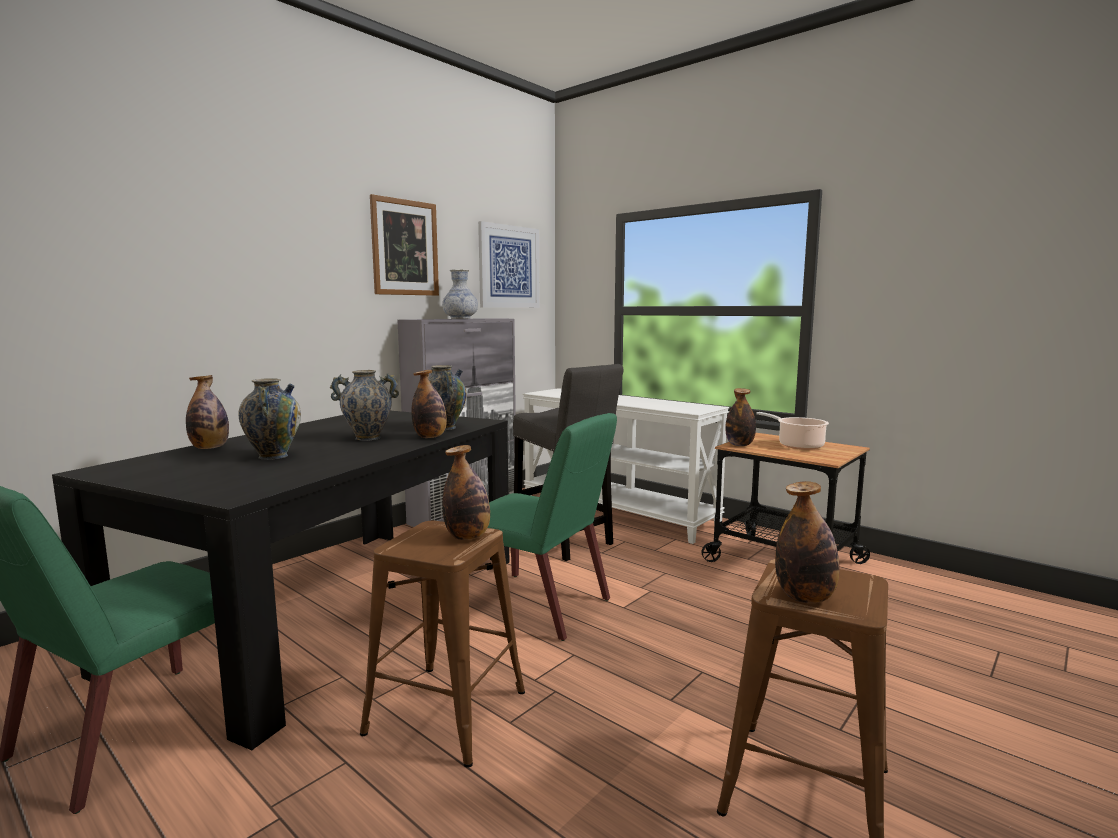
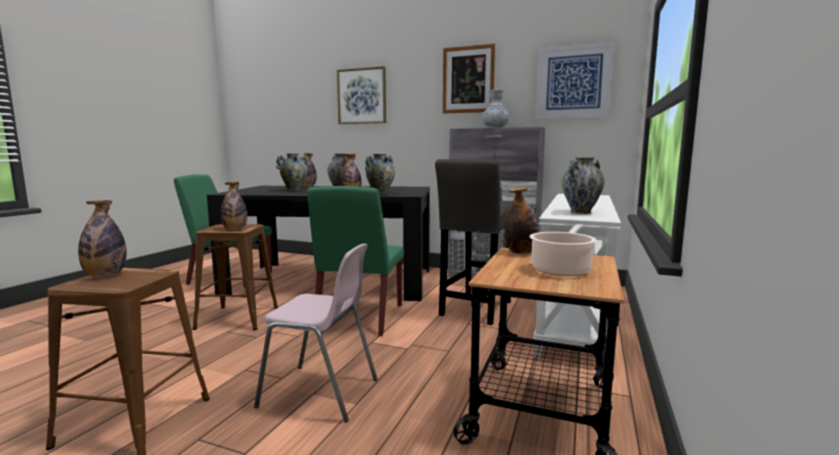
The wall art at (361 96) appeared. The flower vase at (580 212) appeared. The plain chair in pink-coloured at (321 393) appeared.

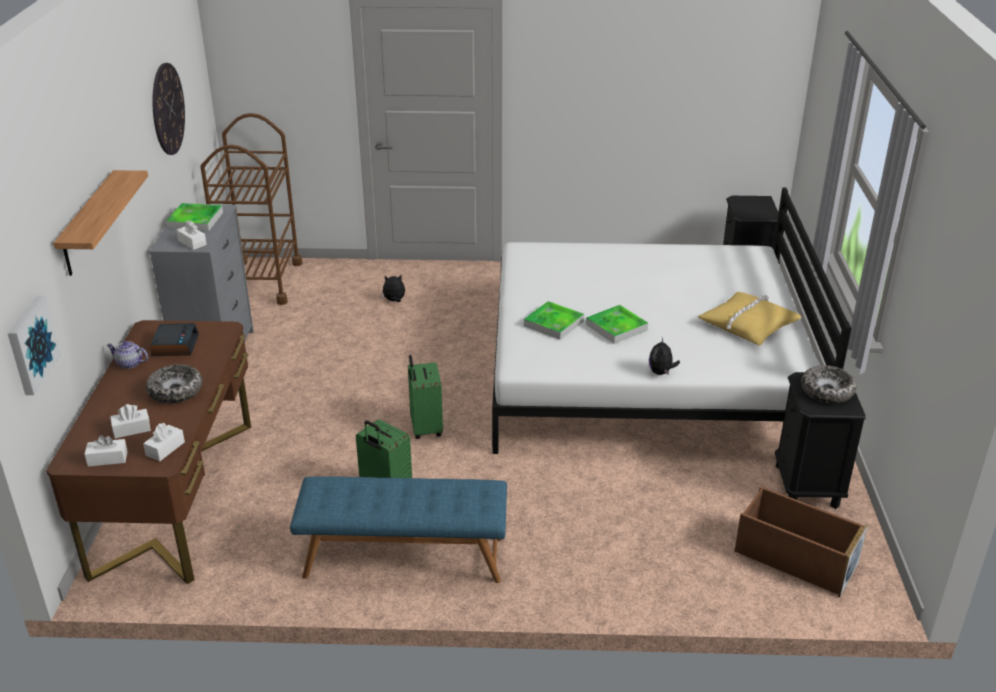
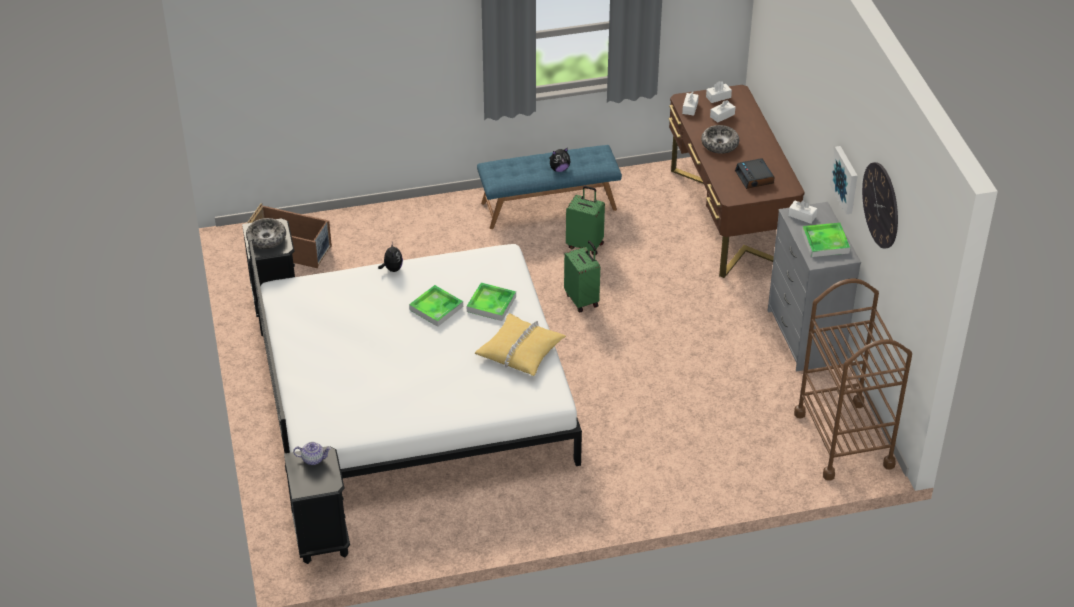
The wall shelf at (89 223) disappeared. The soft toy moved from (394 301) to (559 169). The cushion in yellow moved from (747 325) to (520 351). The wall art moved from (31 344) to (846 179). The tea pot moved from (129 364) to (313 459).

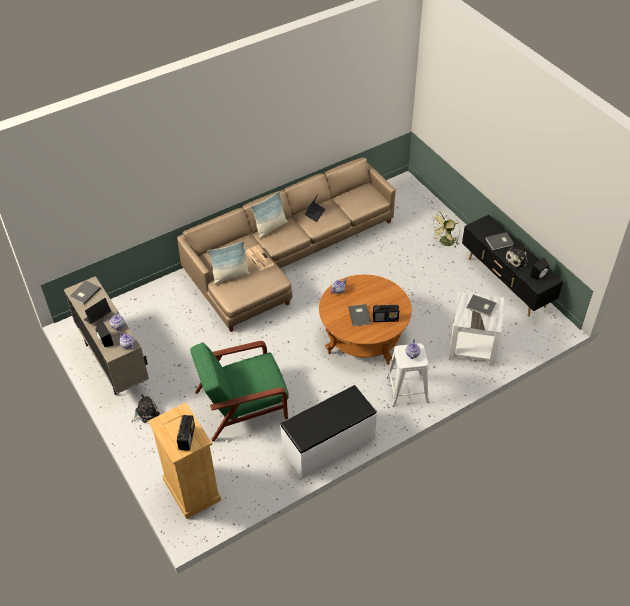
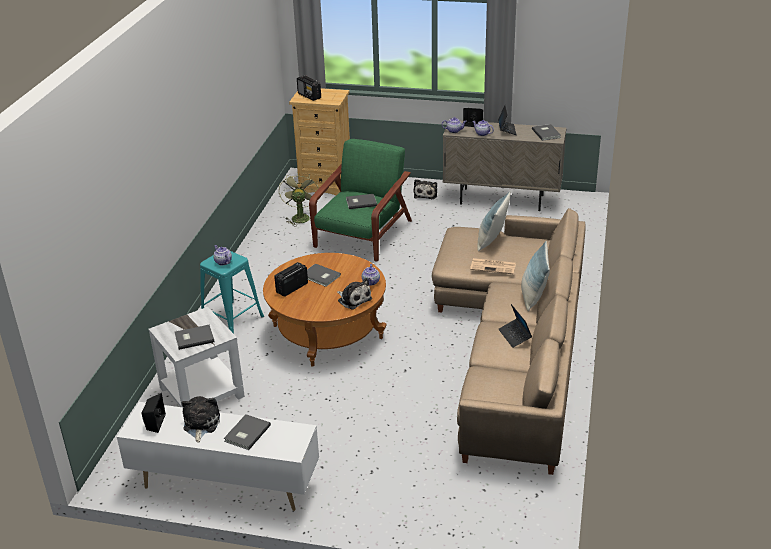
The electric fan in greenish moved from (445 243) to (300 217). The tv unit in blackish at (505 283) became the tv unit in white-coloured at (225 485). The stool in white-coloured at (407 390) became the stool in turquoise at (232 319). The indoor bench in white-coloured at (329 445) disappeared. The volume in grey at (360 202) appeared. The soft toy at (353 299) appeared.

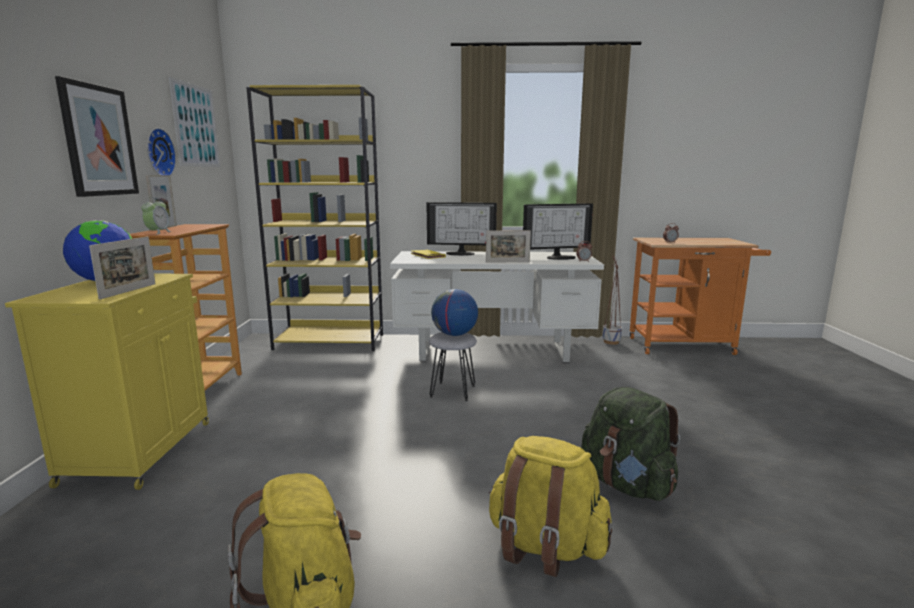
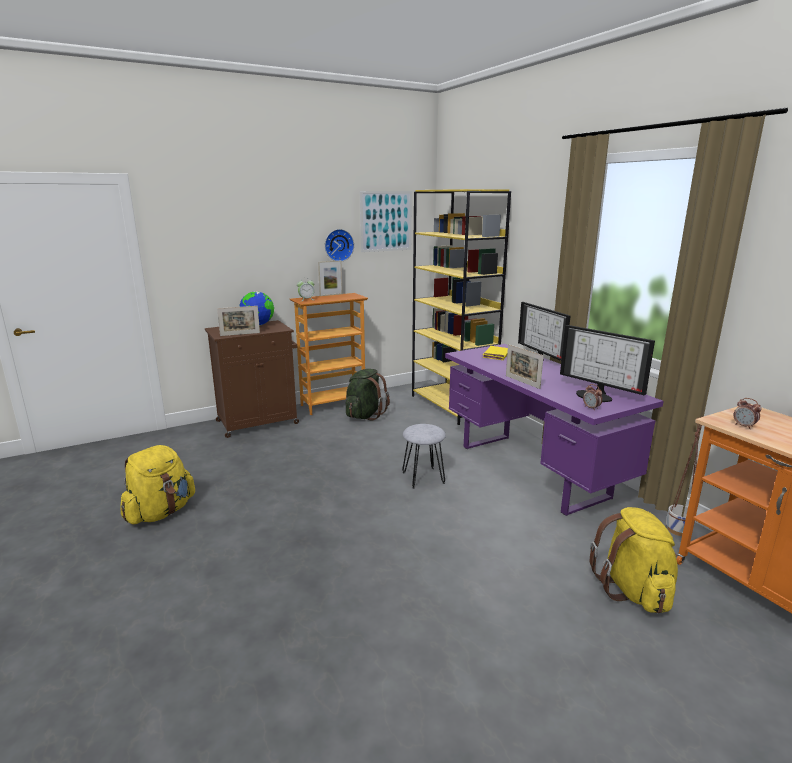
The wall art at (98 141) disappeared. The desk table in white-coloured at (493 352) became the desk table in purple-coloured at (532 470). The cabinet in yellow at (141 450) became the cabinet in brown-coloured at (259 422). The world globe at (454 334) disappeared. The knapsack in greenish moved from (627 484) to (365 415). The knapsack in yellow moved from (544 546) to (633 590).

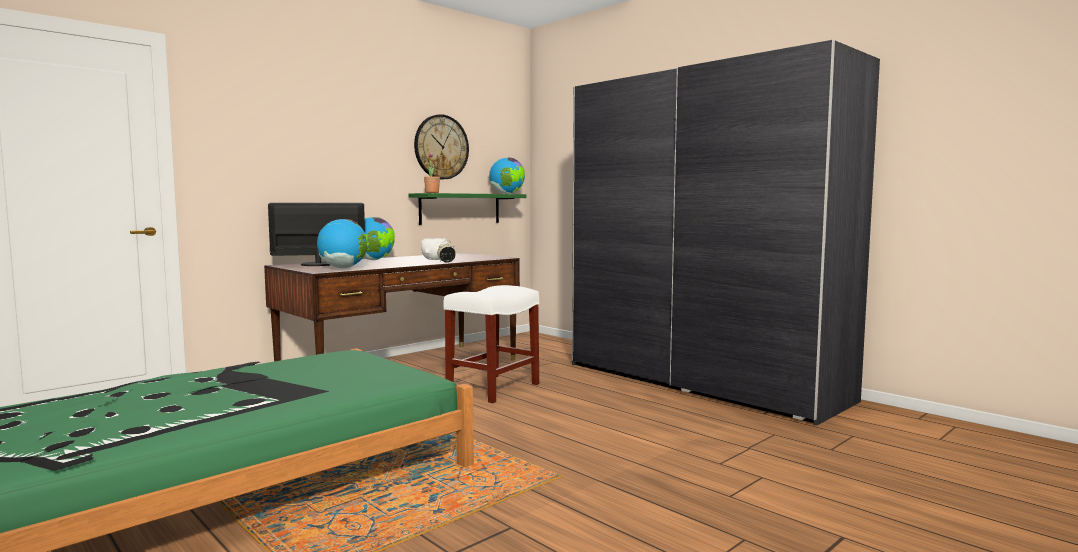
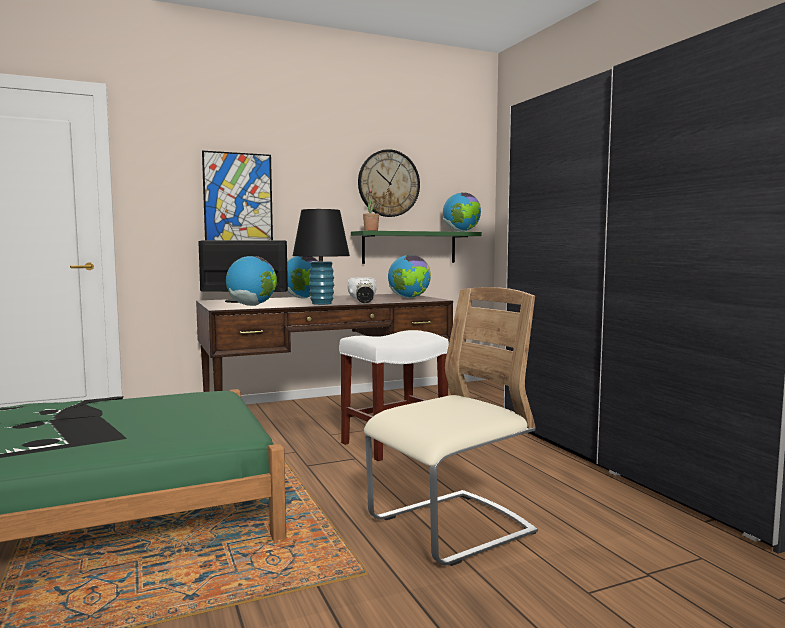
The wall art at (238 202) appeared. The lamp for a table in blackish at (321 303) appeared. The world globe at (409 298) appeared. The plain chair in beige at (451 528) appeared.

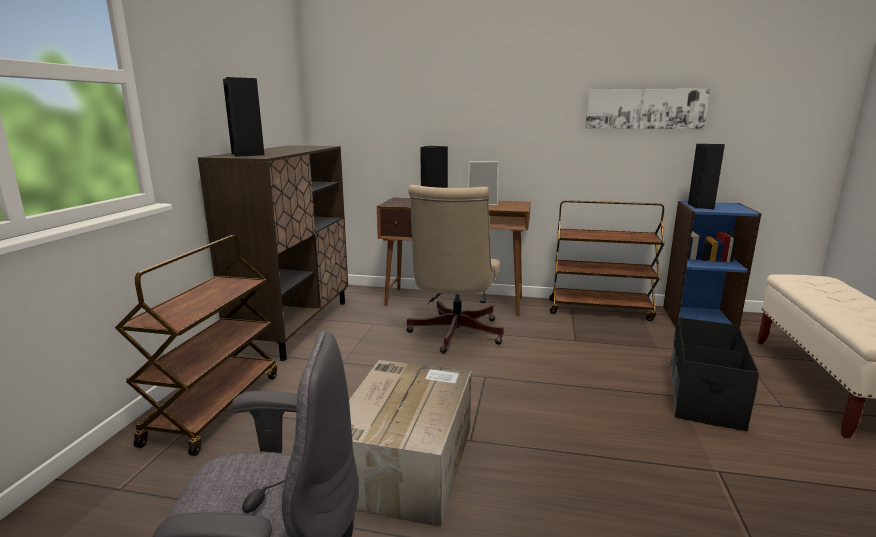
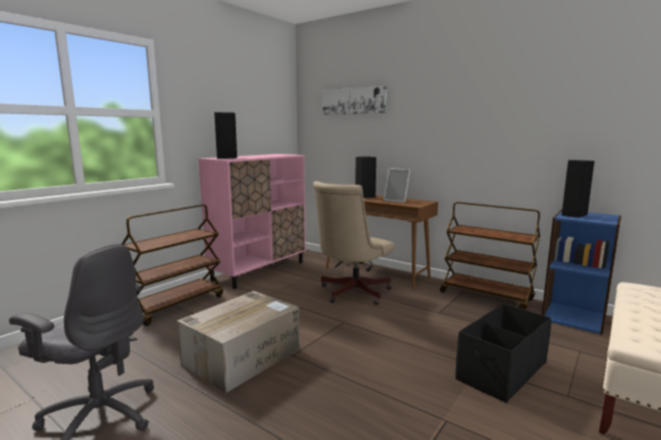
The wall art moved from (645 109) to (354 101). The cabinet in brown-coloured at (295 326) became the cabinet in pink-coloured at (259 271).

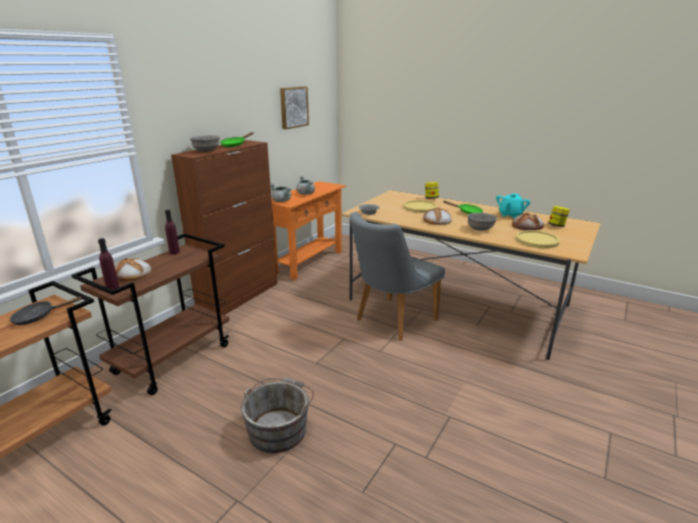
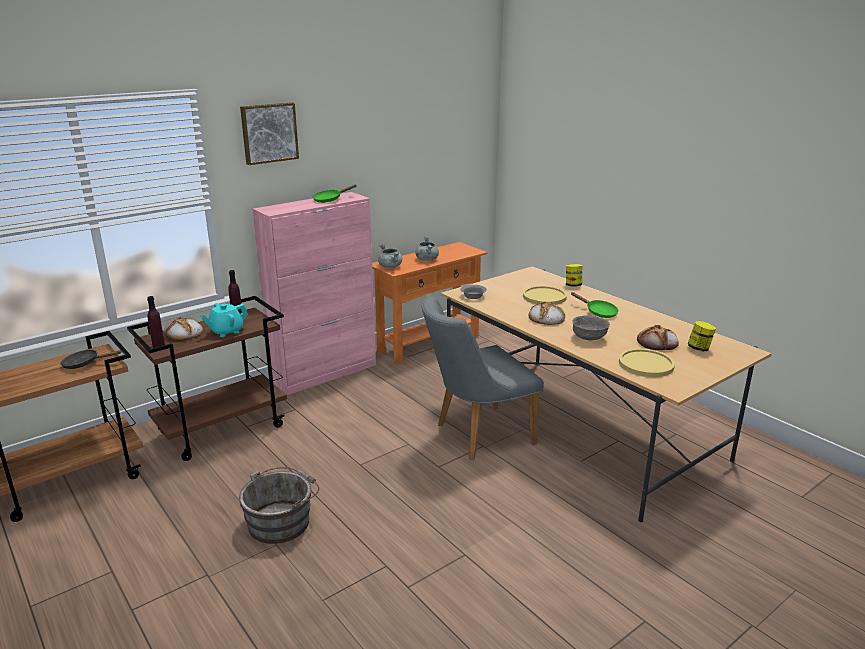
The wall art moved from (293 107) to (269 133). The serving bowl in grey at (206 151) disappeared. The cabinet in brown-coloured at (239 296) became the cabinet in pink-coloured at (325 373). The tea pot in turquoise moved from (510 215) to (226 331).

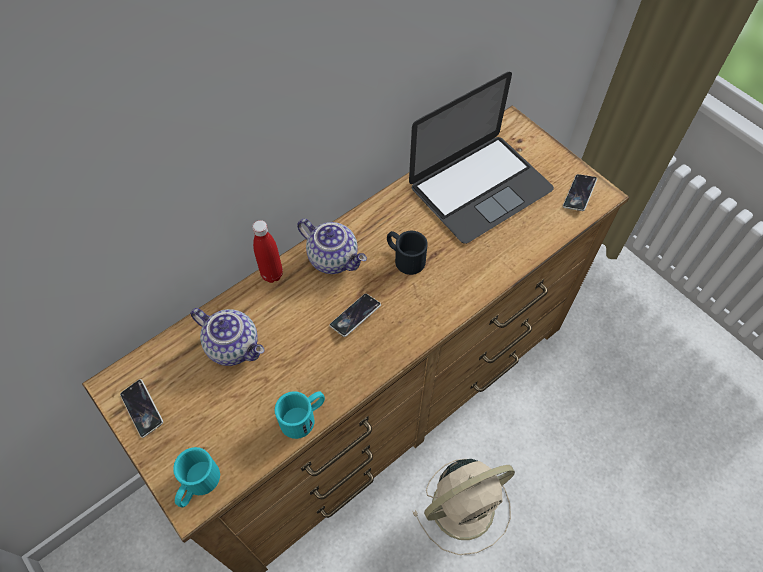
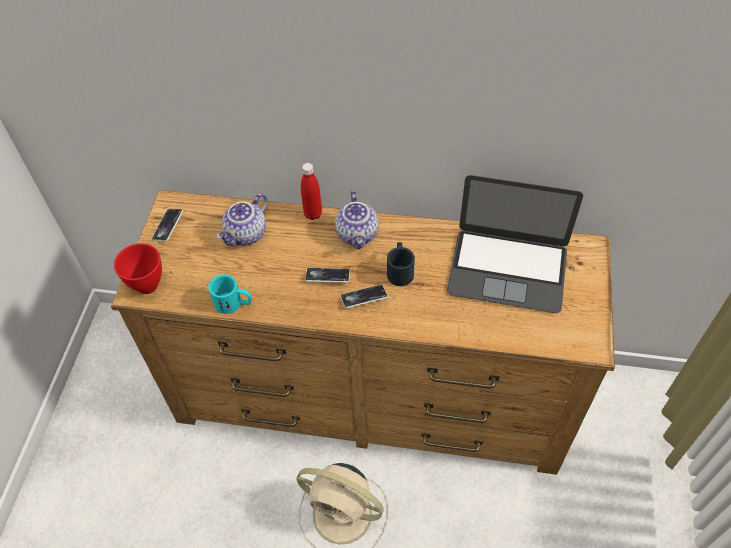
The telephone moved from (579 194) to (364 298). The tea pot at (234 346) turned 45 degrees clockwise. The mug in turquoise at (197 485) was replaced by the serving bowl in red at (147 286).

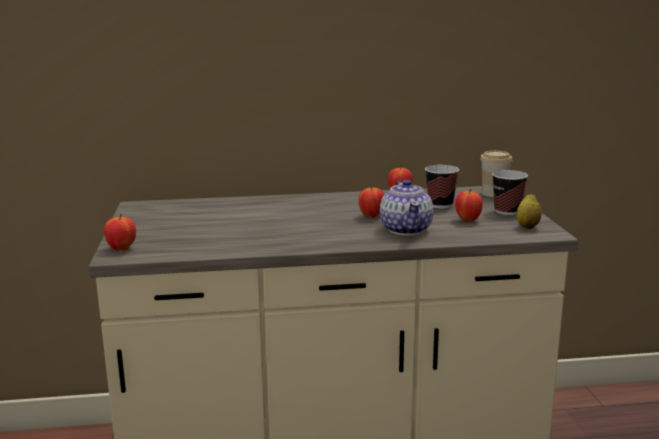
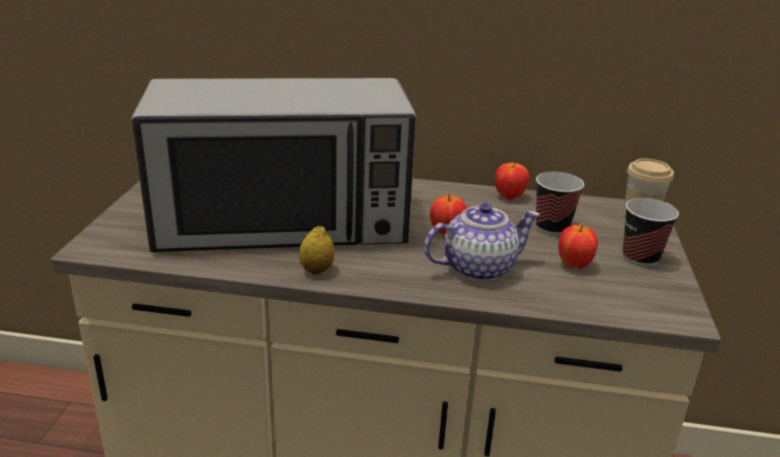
The tea pot at (406 229) turned 120 degrees counterclockwise. The whole lemon moved from (527 227) to (316 270). The apple fruit at (122 249) disappeared. The microwave at (283 223) appeared.

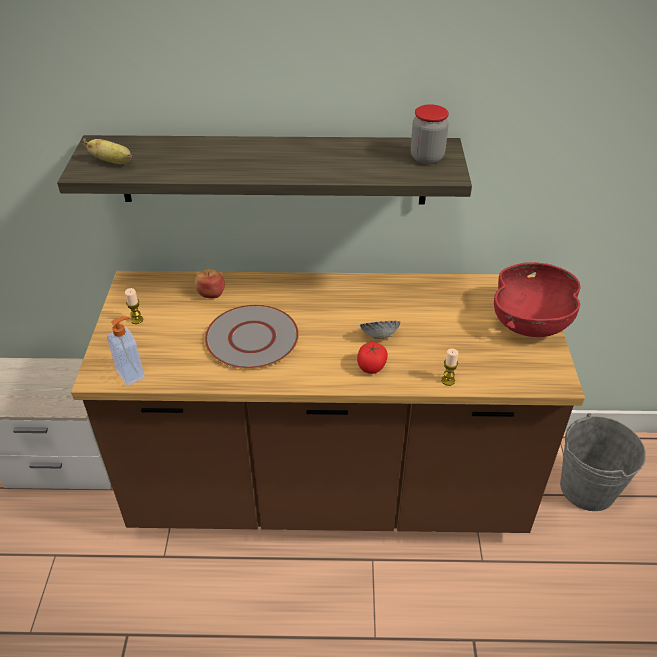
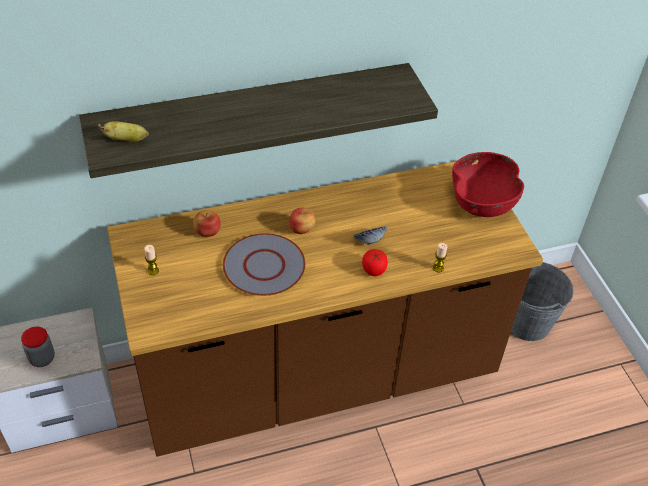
The preserve jar moved from (427 157) to (42 358). The soap dispenser at (131 373) disappeared. The apple fruit at (302 229) appeared.

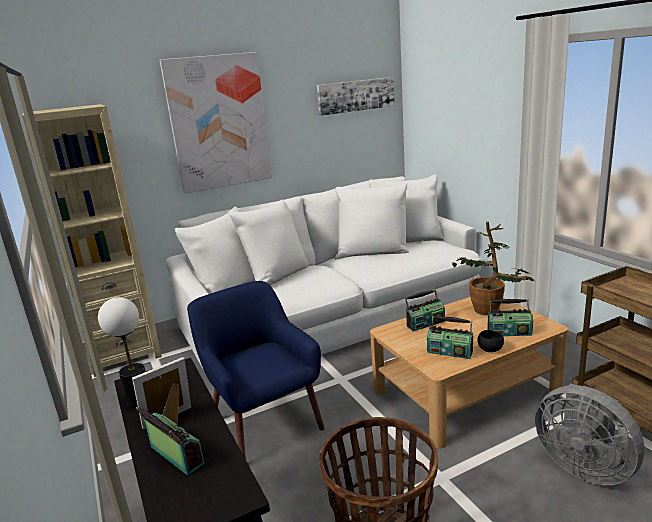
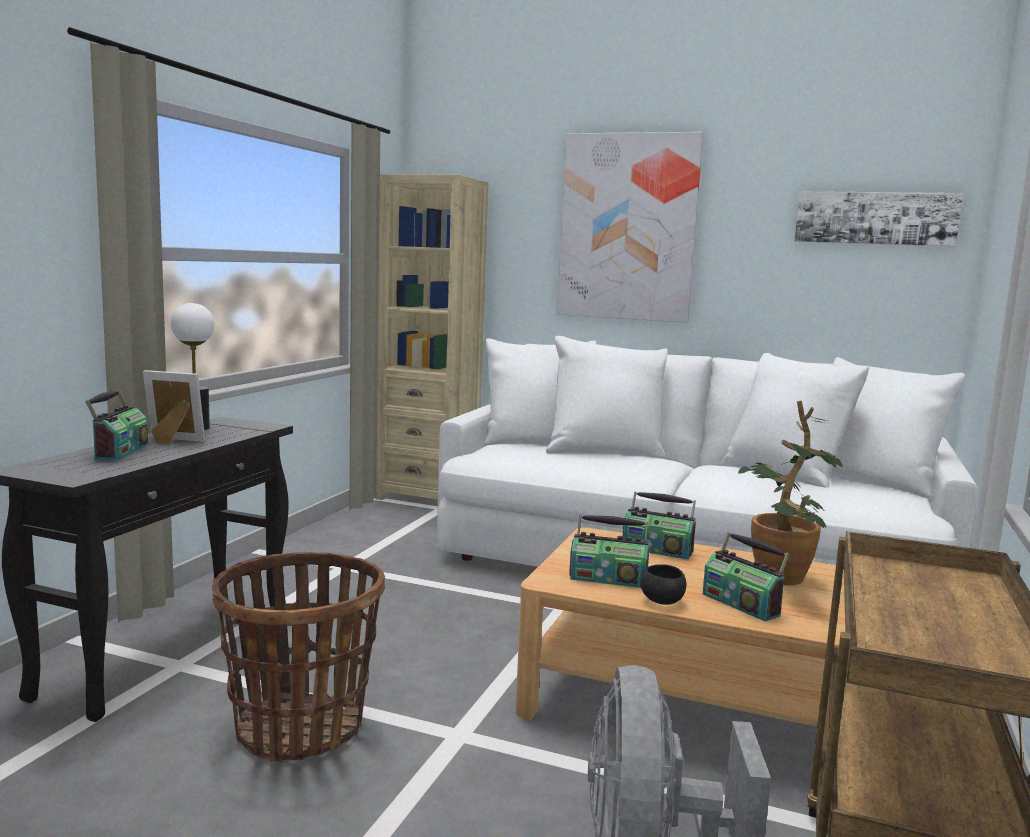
The lounge chair in blue at (263 424) disappeared. The radio set at (450 352) turned 60 degrees counterclockwise.

